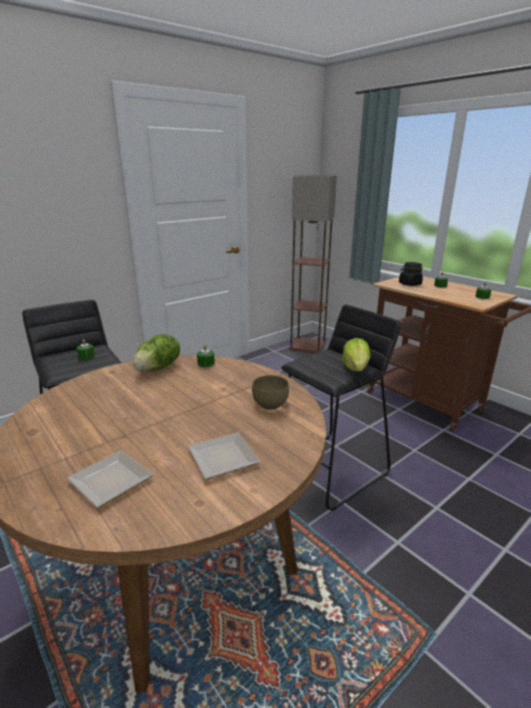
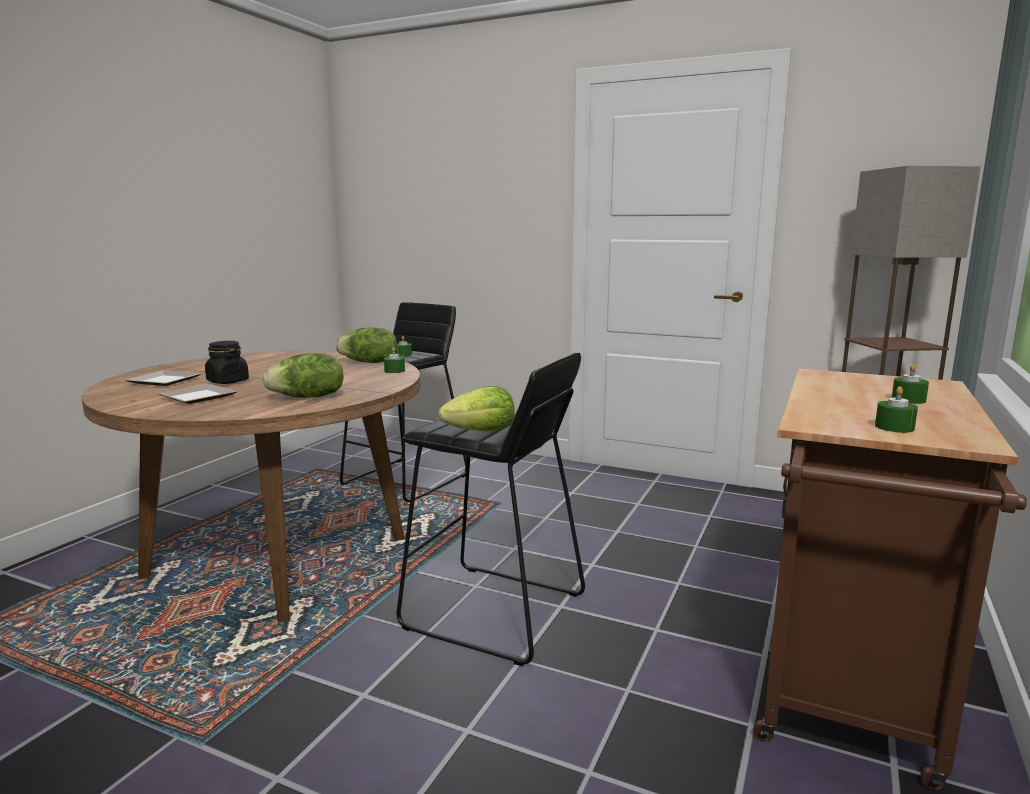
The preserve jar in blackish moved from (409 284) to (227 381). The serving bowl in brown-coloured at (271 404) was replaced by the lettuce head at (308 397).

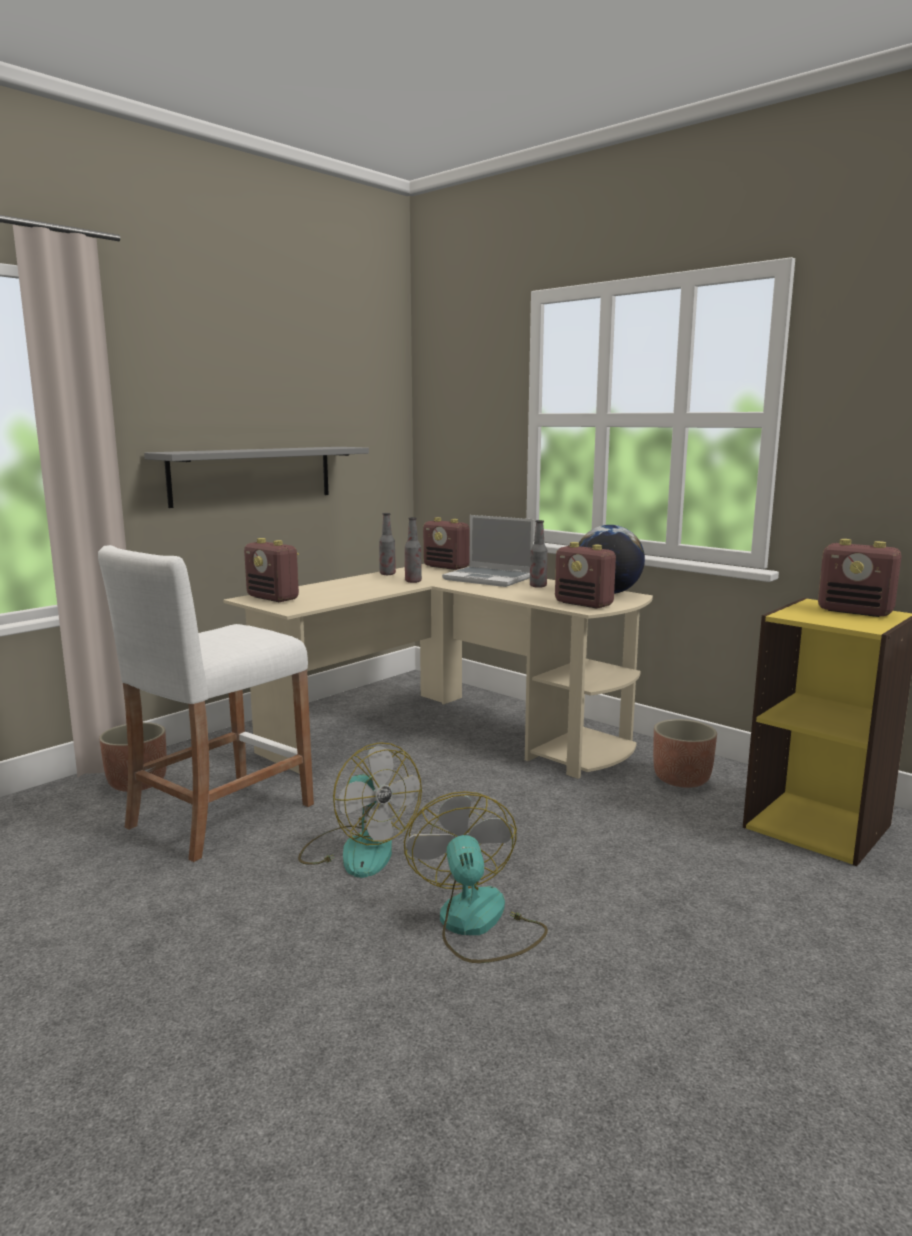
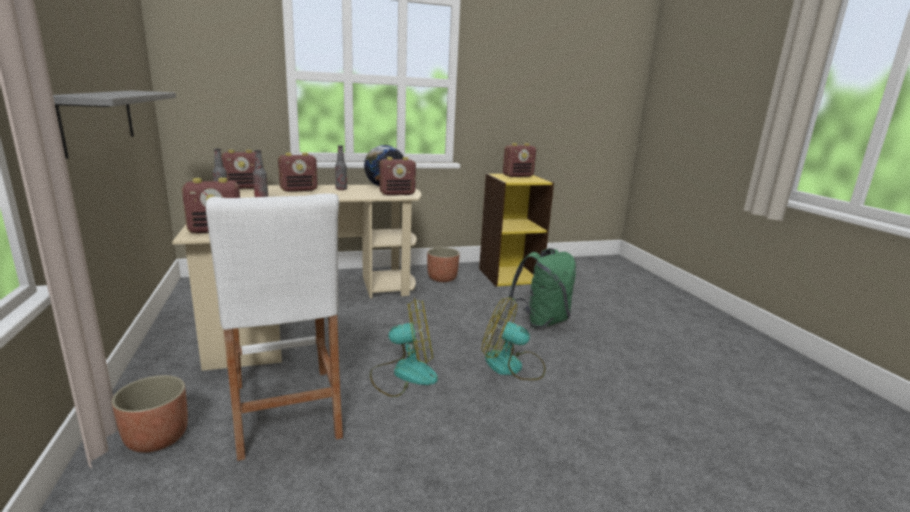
The portable computer at (489 578) was replaced by the radio set at (299 190). The knapsack in greenish at (542 321) appeared.

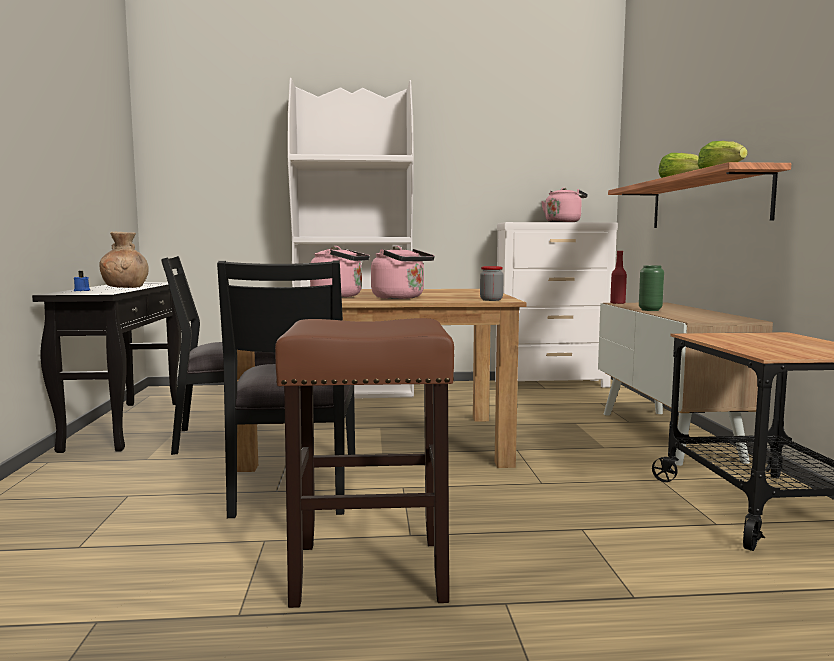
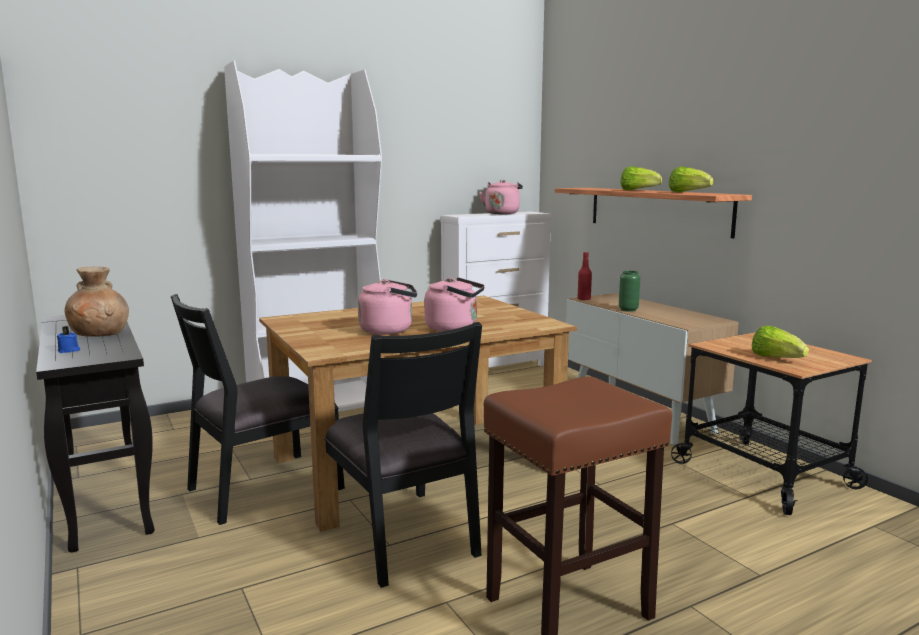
The preserve jar at (491 300) disappeared. The lettuce head at (776 358) appeared.

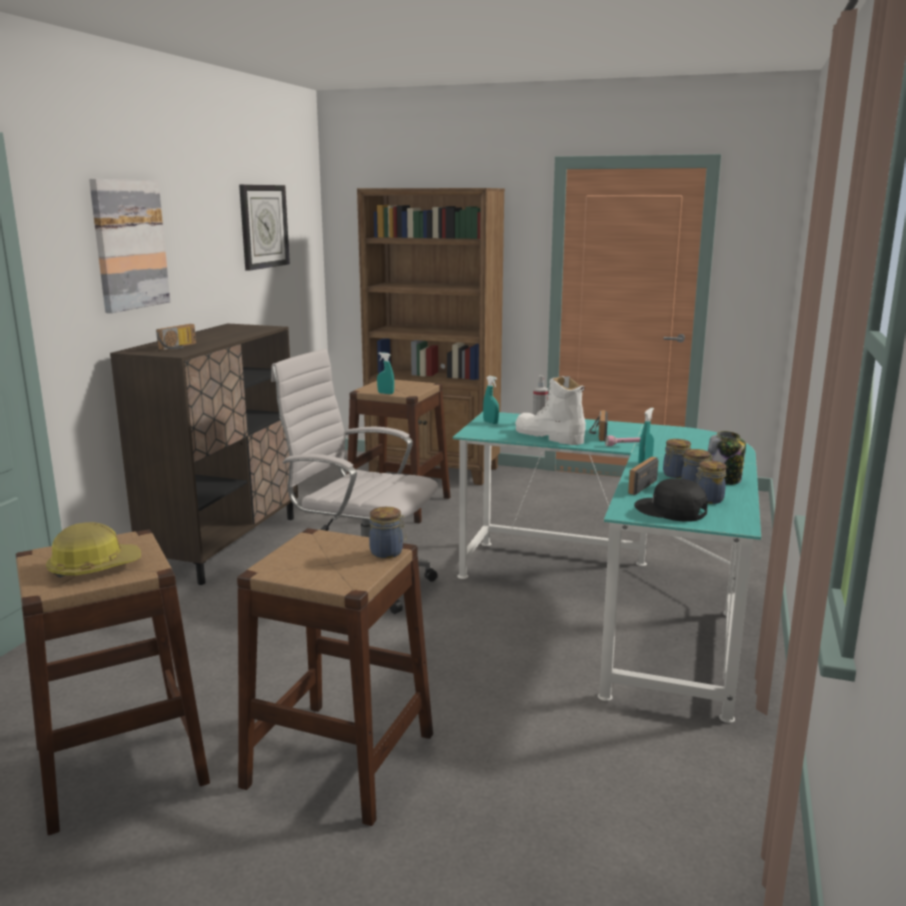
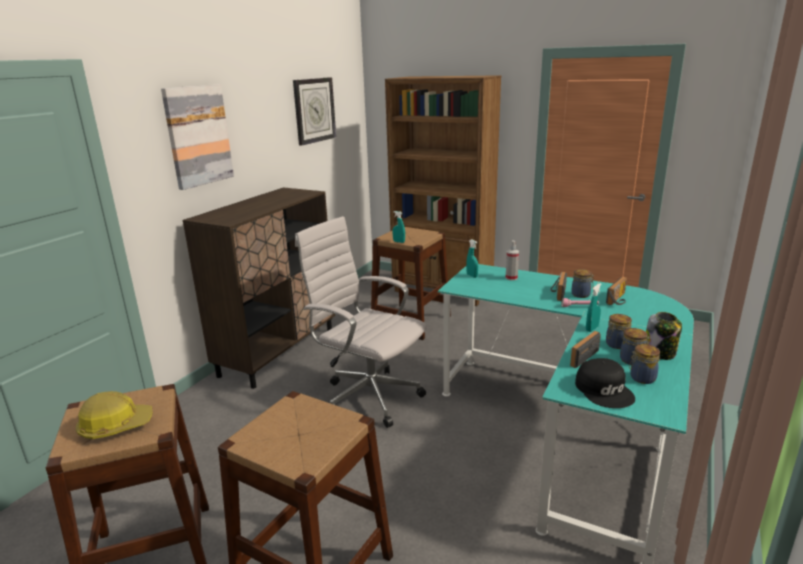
The radio set moved from (179 347) to (619 299). The boot in white-coloured at (549 436) disappeared. The cap in blackish at (670 510) turned 150 degrees counterclockwise. The preserve jar moved from (388 553) to (581 295).

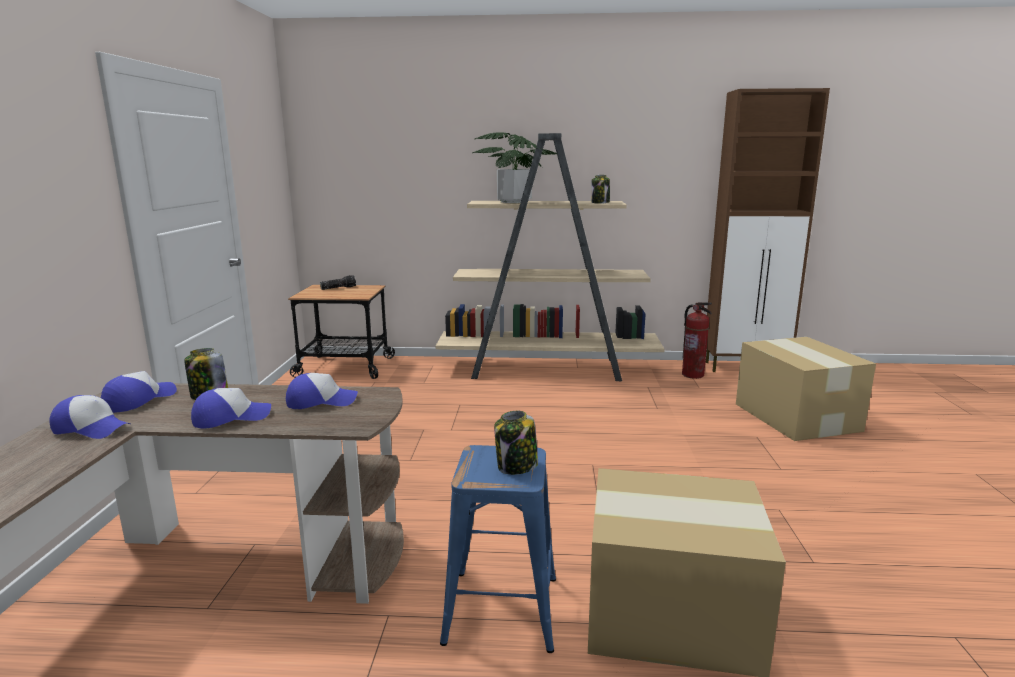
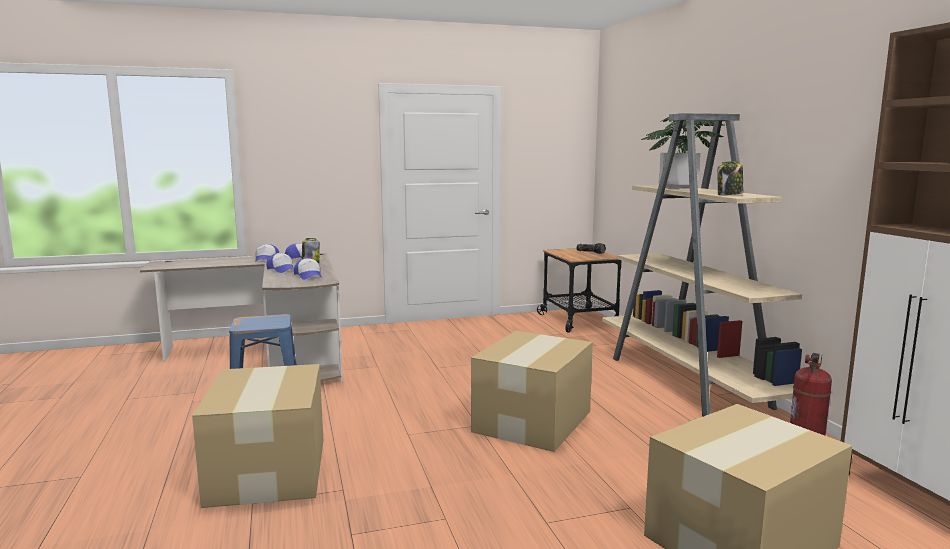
The preserve jar at (516 467) disappeared. The packing box at (534 421) appeared.

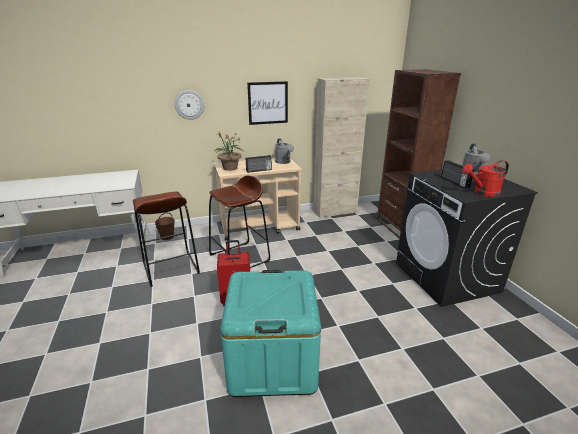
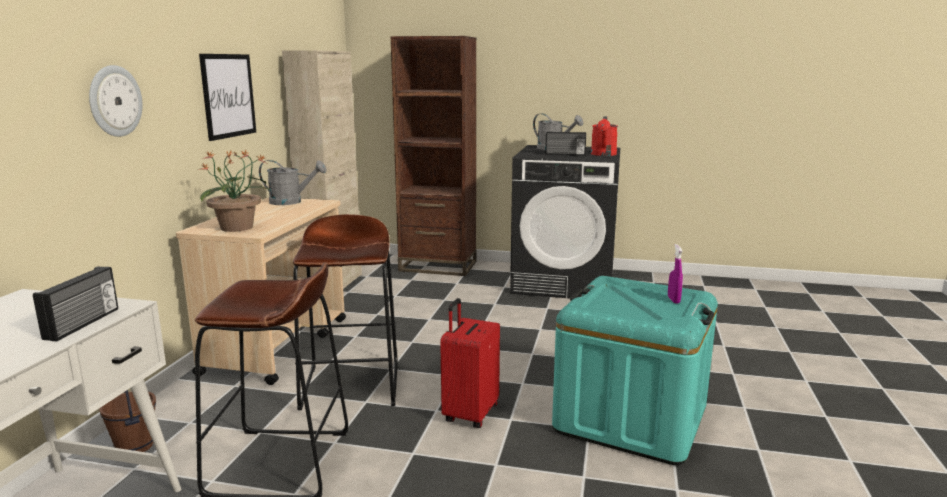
The radio set moved from (259 170) to (84 323). The spray bottle in purple-coloured at (673 300) appeared.

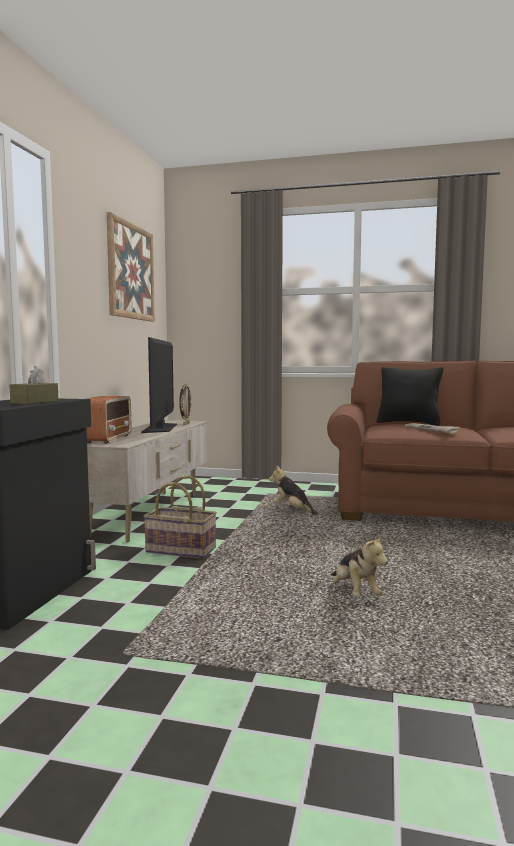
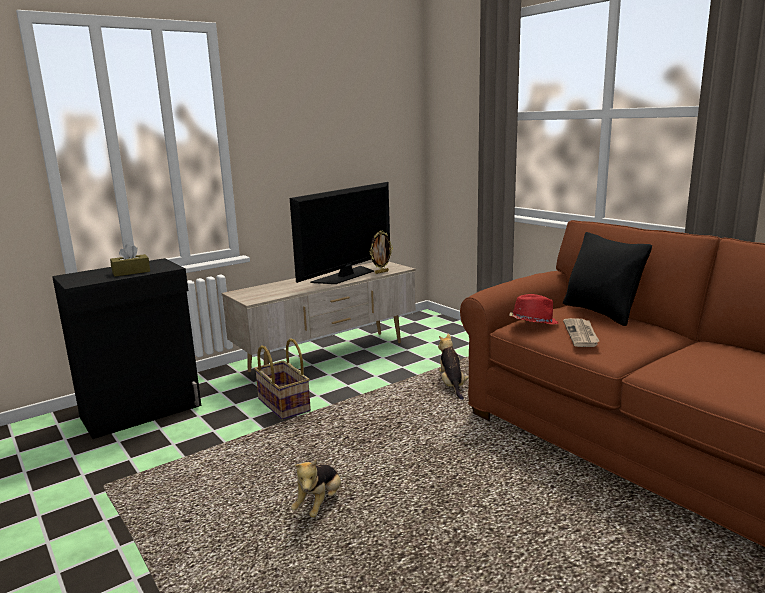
The wall art at (131 271) disappeared. The radio set at (108 439) disappeared. The clothing hat in red at (532 323) appeared.

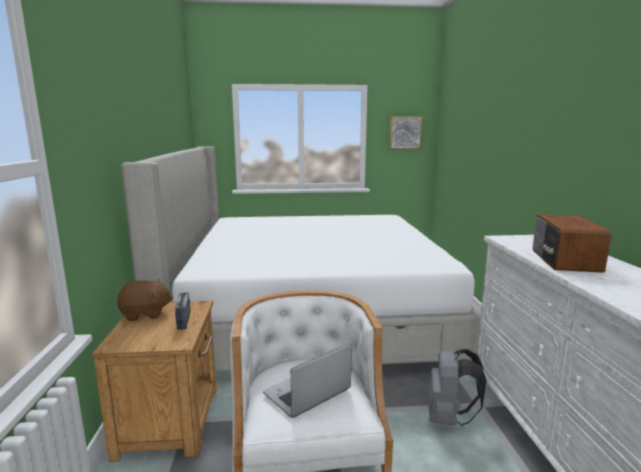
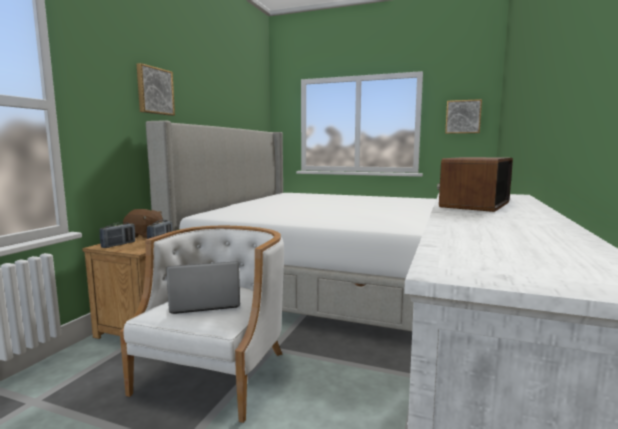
The knapsack in grey at (449 418) disappeared. The wall art at (154 91) appeared. The radio set at (118 245) appeared.

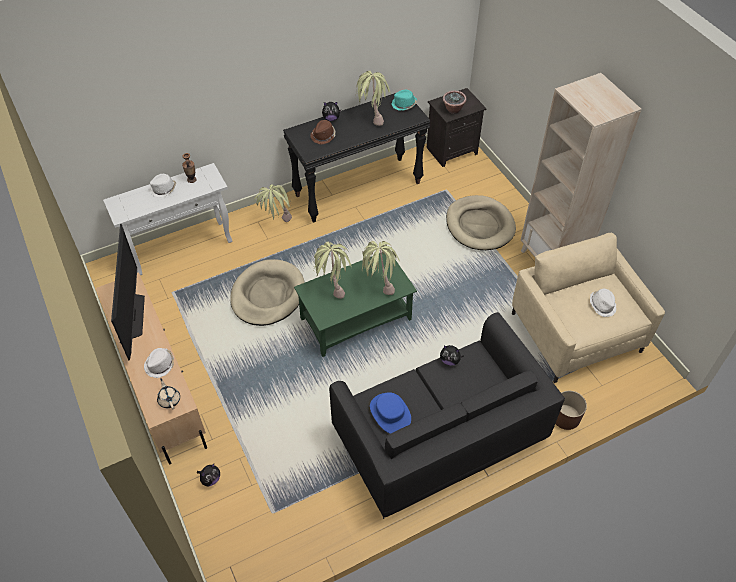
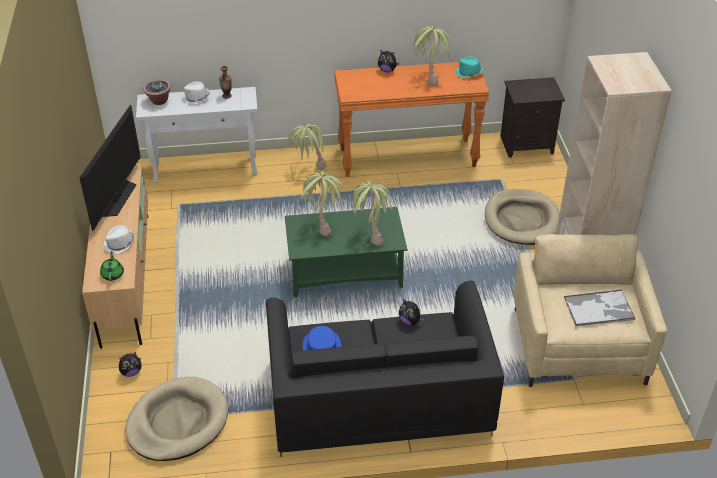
The potted plant moved from (453 109) to (159 101). The hall table in blackish at (358 188) became the hall table in orange at (408 157). The clothing hat in brown-coloured at (323 136) disappeared. The dog bed in beige moved from (268 295) to (177 422). The clothing hat in white-coloured at (602 305) was replaced by the tray at (599 308). The tea pot in beige at (169 399) became the tea pot in greenish at (113 274). The flower pot in brown-coloured at (565 417) disappeared.

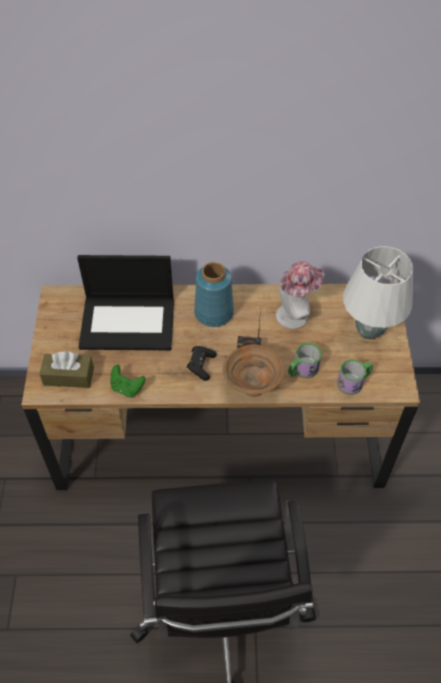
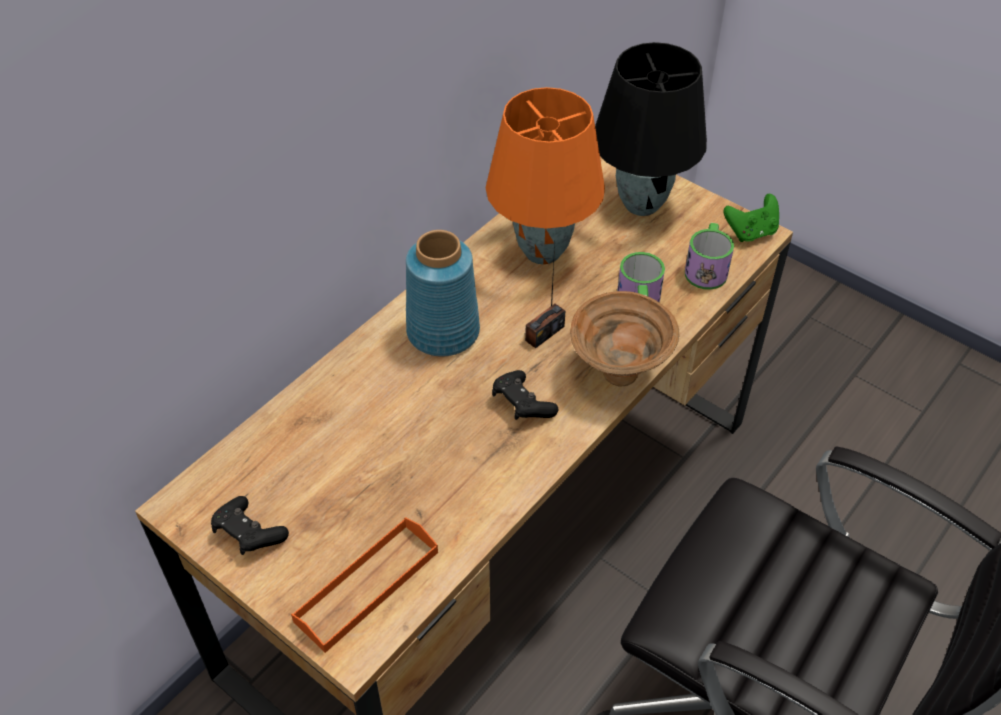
The lamp for a table in white-coloured at (369 330) became the lamp for a table in blackish at (641 203). The portable computer at (129 322) disappeared. The clothing hat at (296 314) was replaced by the lamp for a table in orange at (541 252). The tissue holder in brown-coloured at (68 376) was replaced by the tray in orange at (367 586). The joypad in greenish moved from (127 388) to (751 232). The joypad in blackish at (249 534) appeared.

